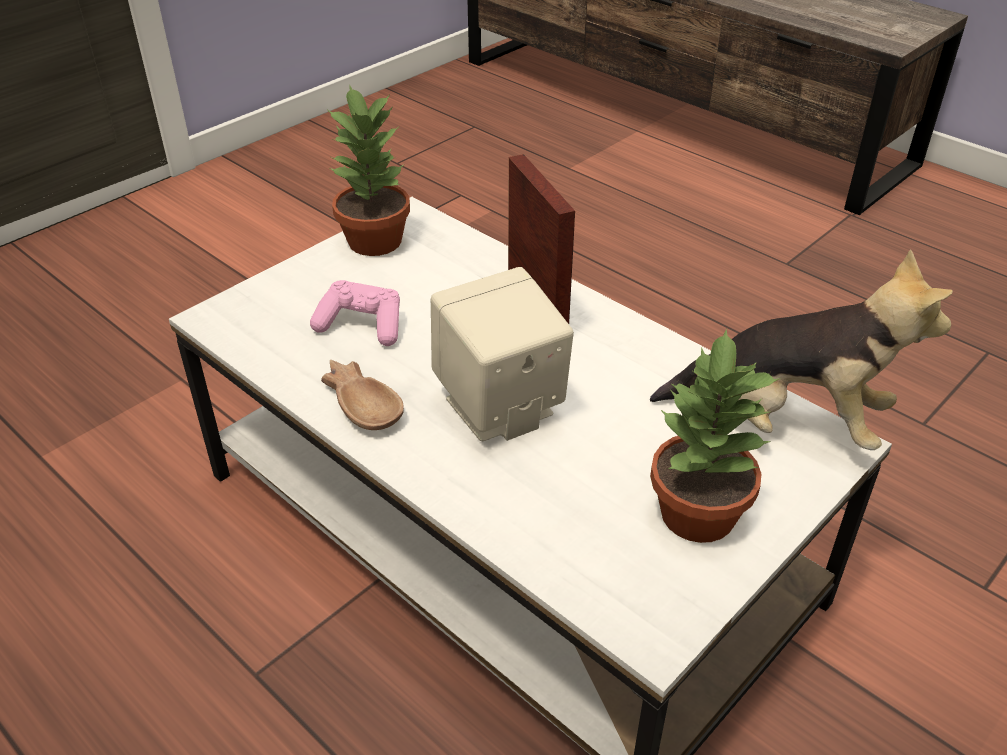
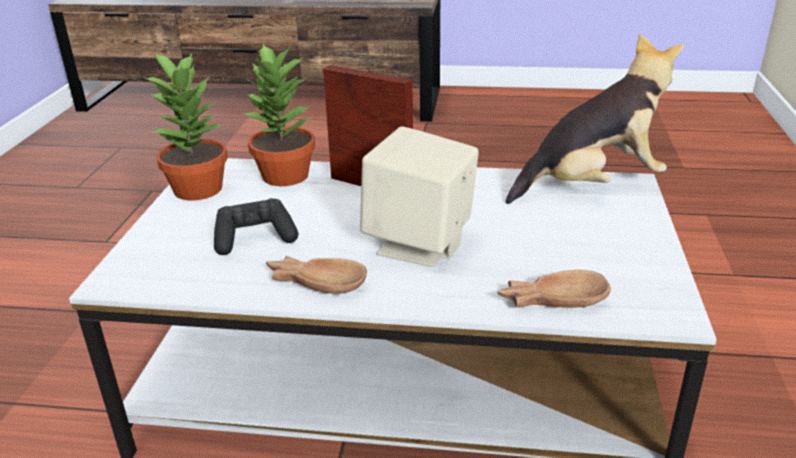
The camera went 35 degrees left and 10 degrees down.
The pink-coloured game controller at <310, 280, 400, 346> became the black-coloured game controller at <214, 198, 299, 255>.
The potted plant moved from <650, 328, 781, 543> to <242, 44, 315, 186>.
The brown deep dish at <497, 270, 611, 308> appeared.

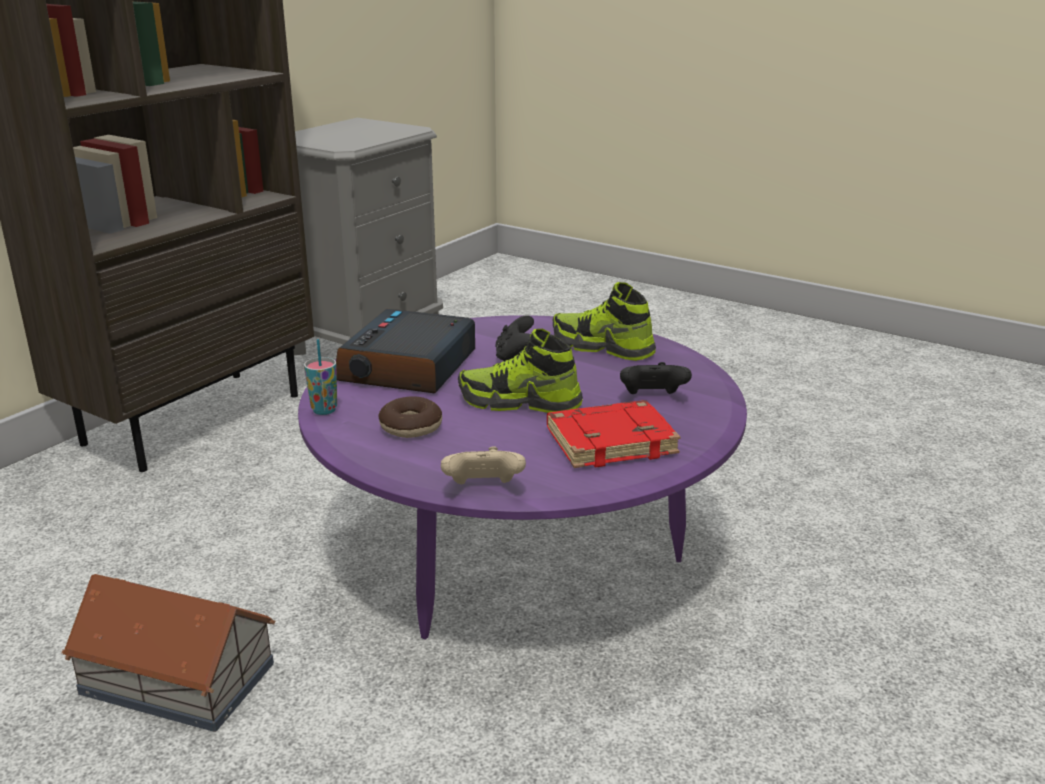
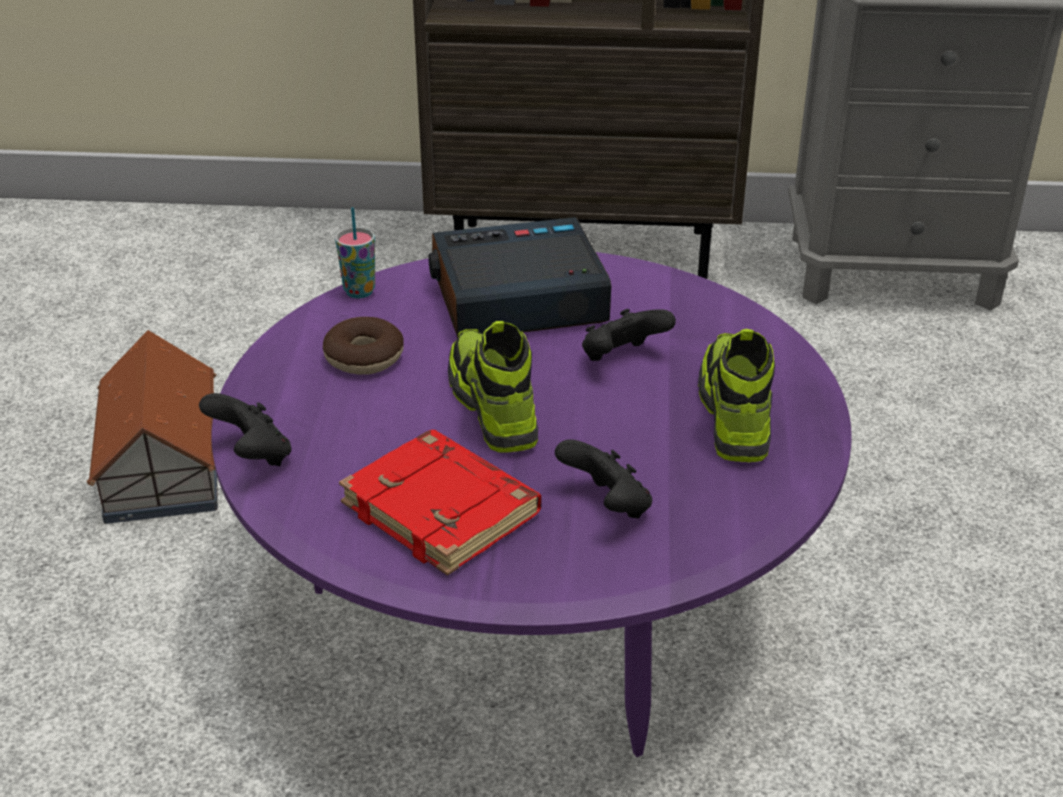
The camera went 60 degrees right and 10 degrees up.
The beige game controller at <441, 446, 526, 484> became the black-coloured game controller at <199, 393, 292, 466>.

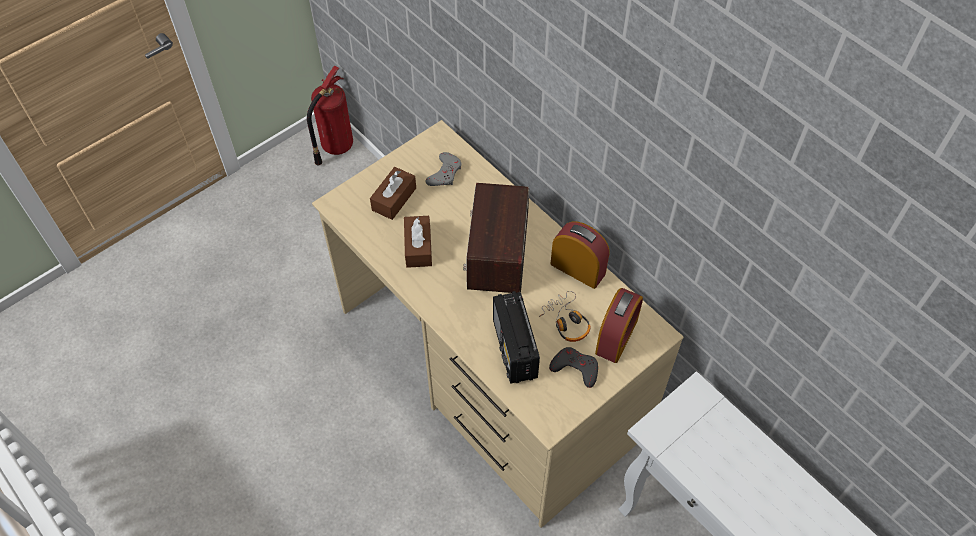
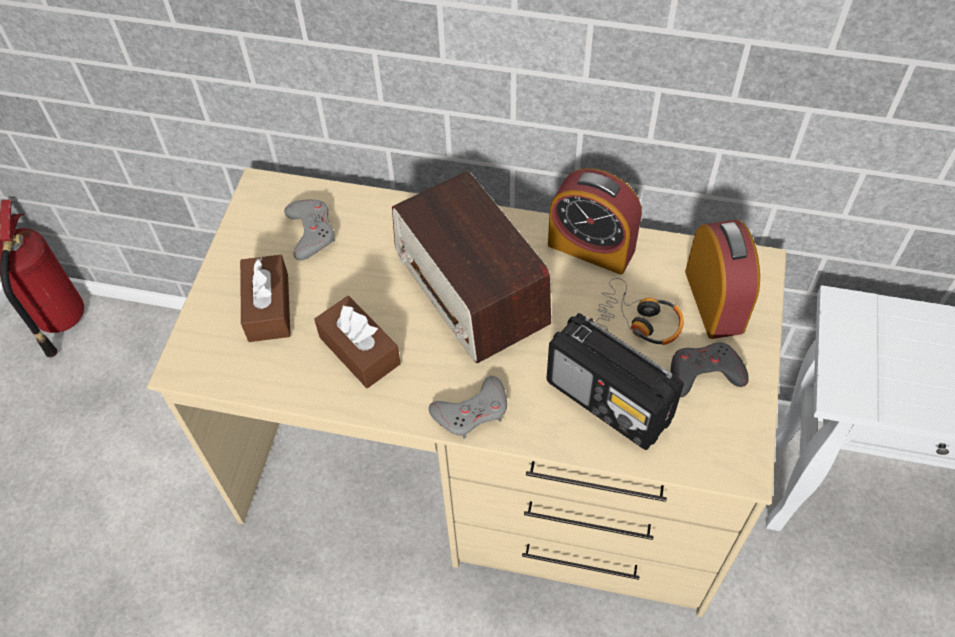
The camera went 35 degrees left and 0 degrees up.
The alarm clock at <551, 222, 609, 289> turned 150 degrees counterclockwise.
The gray game controller at <429, 376, 507, 439> appeared.

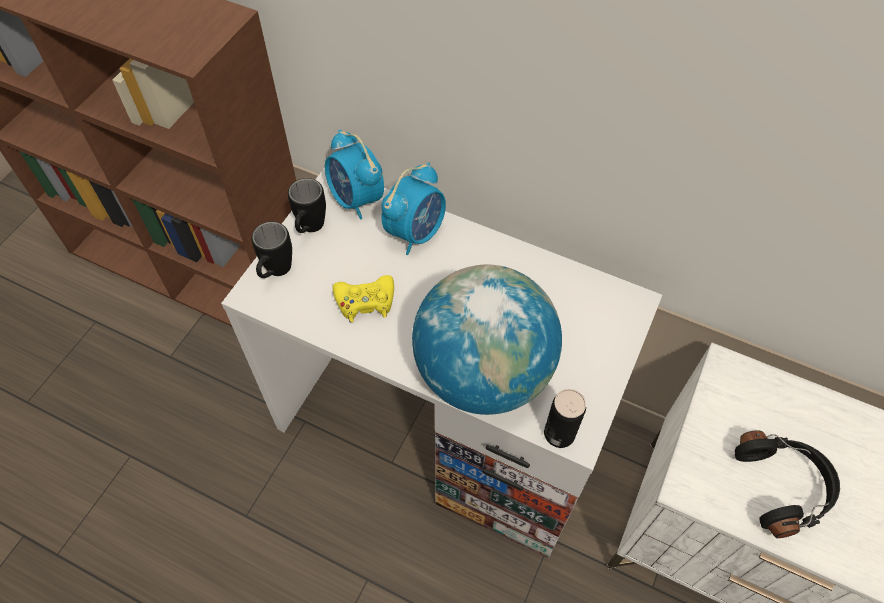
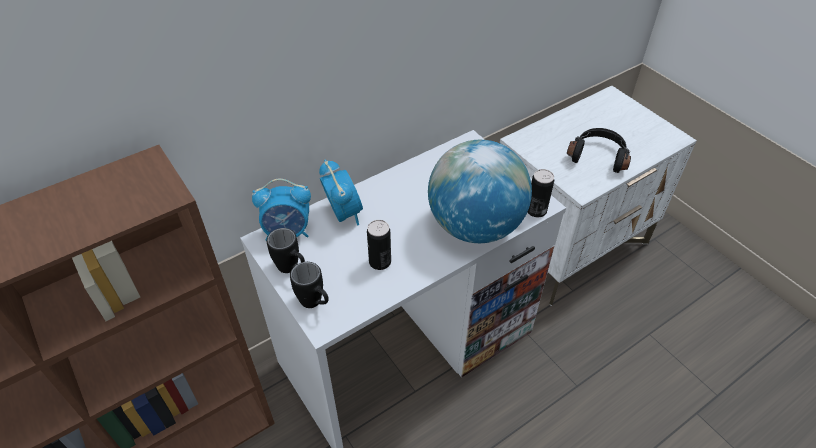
The camera went 60 degrees left and 10 degrees down.
The yellow-coloured game controller at <333, 275, 394, 322> was replaced by the metal can at <367, 220, 391, 270>.

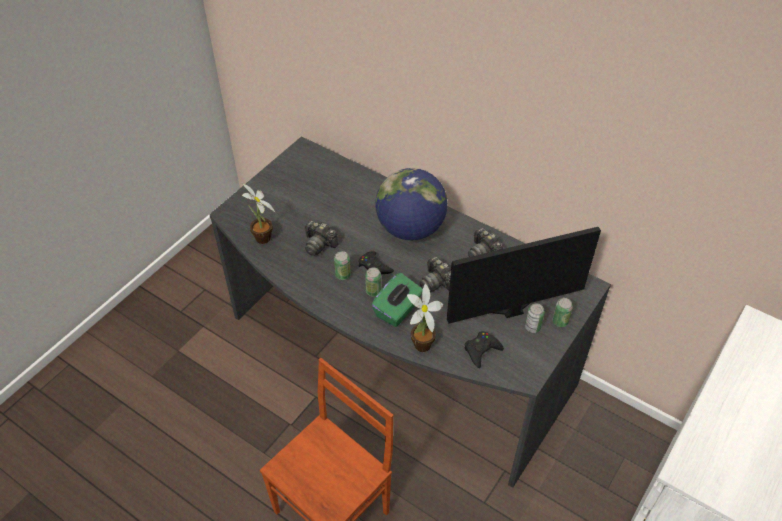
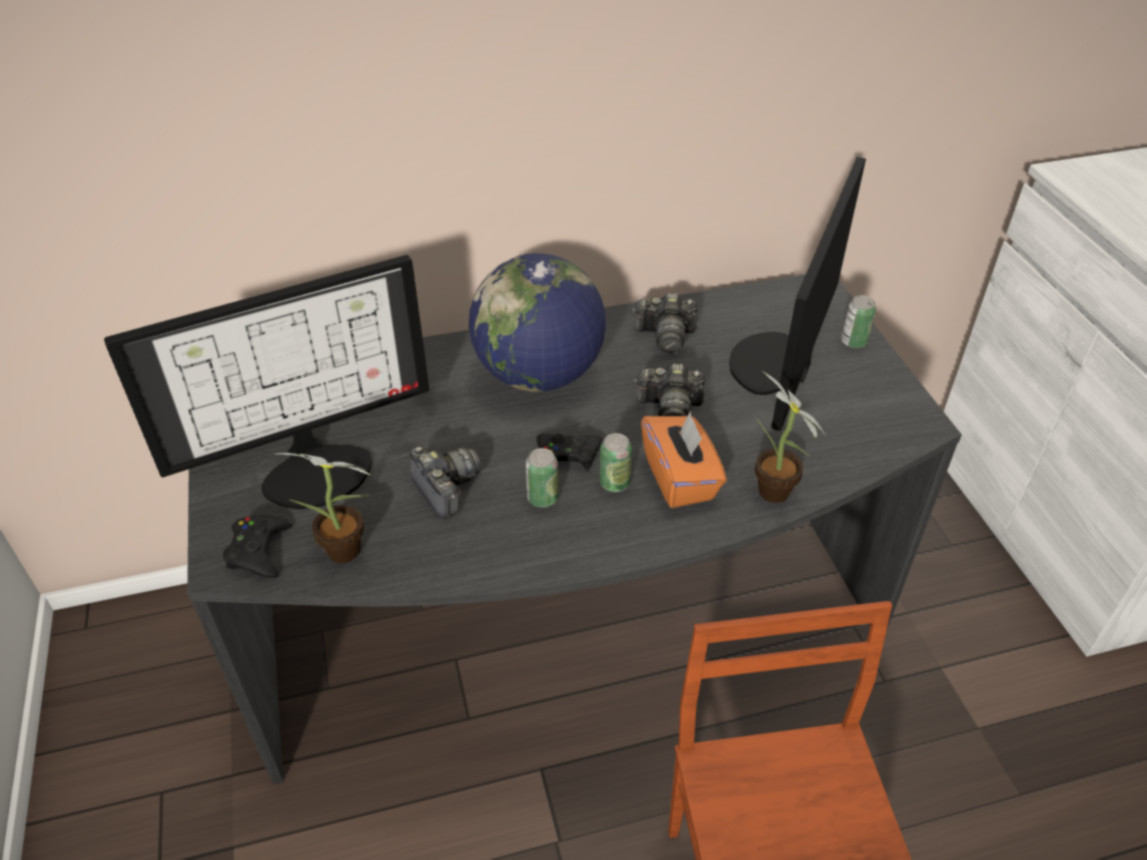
The camera went 50 degrees left and 5 degrees down.
The still camera at <305, 220, 339, 256> turned 105 degrees counterclockwise.
The green-coloured tissue box at <371, 273, 423, 327> became the orange-coloured tissue box at <641, 412, 727, 508>.
The black-coloured game controller moved from <464, 331, 504, 368> to <223, 515, 292, 578>.
The metal can at <525, 303, 545, 333> disappeared.
The computer screen at <104, 255, 429, 509> appeared.

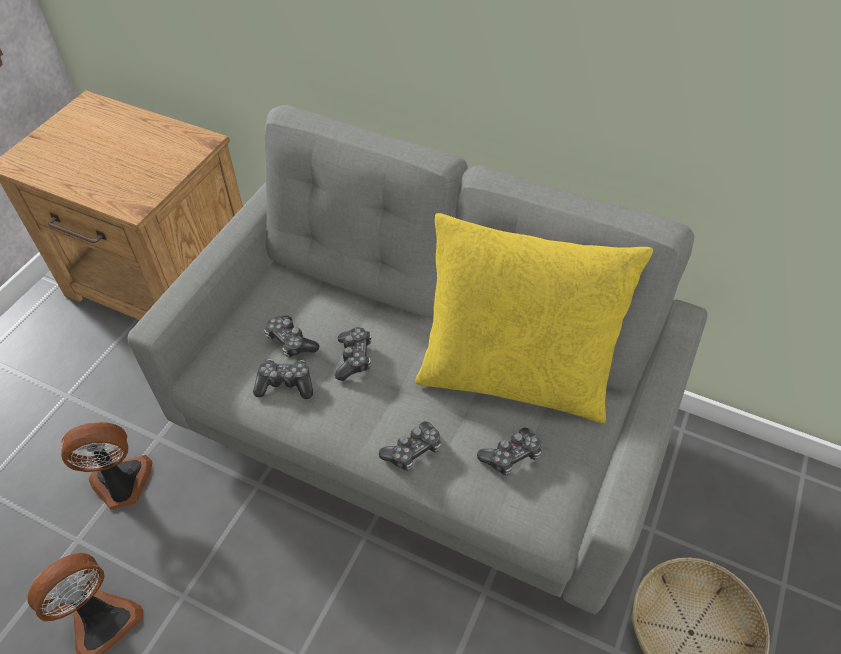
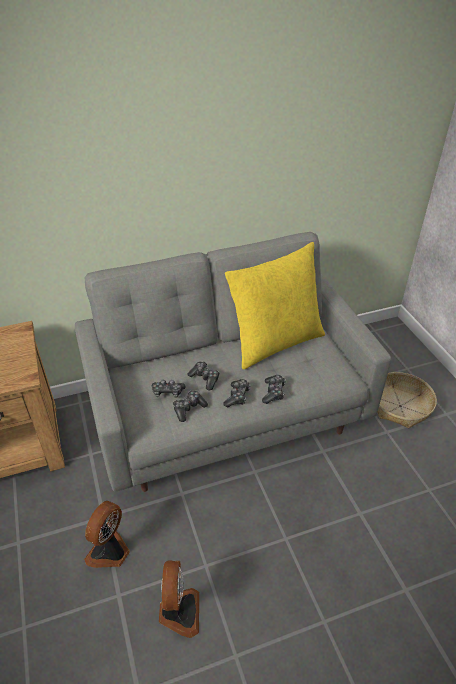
The camera went 45 degrees left and 10 degrees down.
The game controller moved from <477, 428, 541, 476> to <223, 379, 250, 407>.

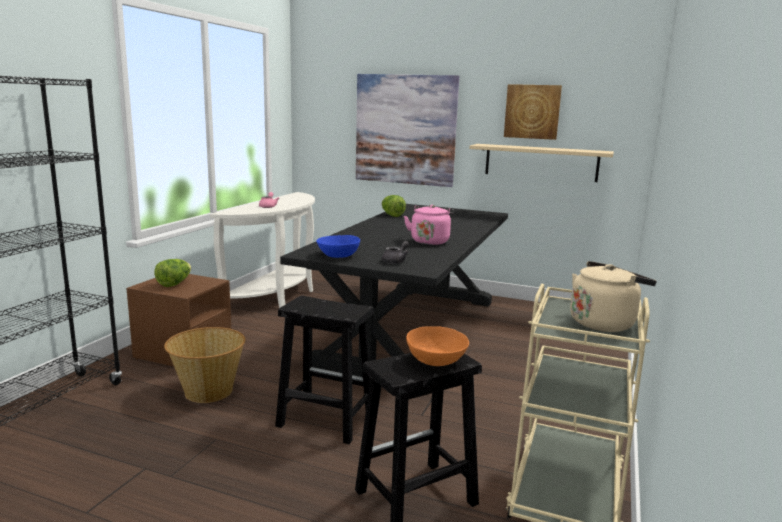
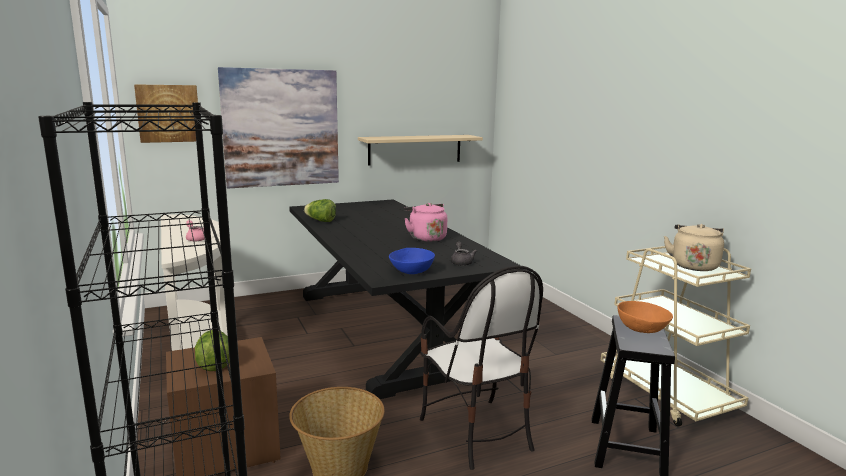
The camera went 45 degrees left and 0 degrees up.
The black-coloured stool seat at <275, 295, 374, 444> was replaced by the upright chair at <420, 266, 543, 470>.
The picture moved from <504, 84, 562, 140> to <134, 84, 198, 143>.

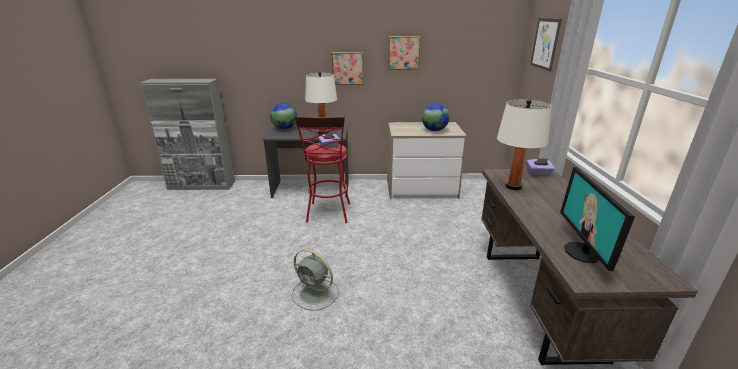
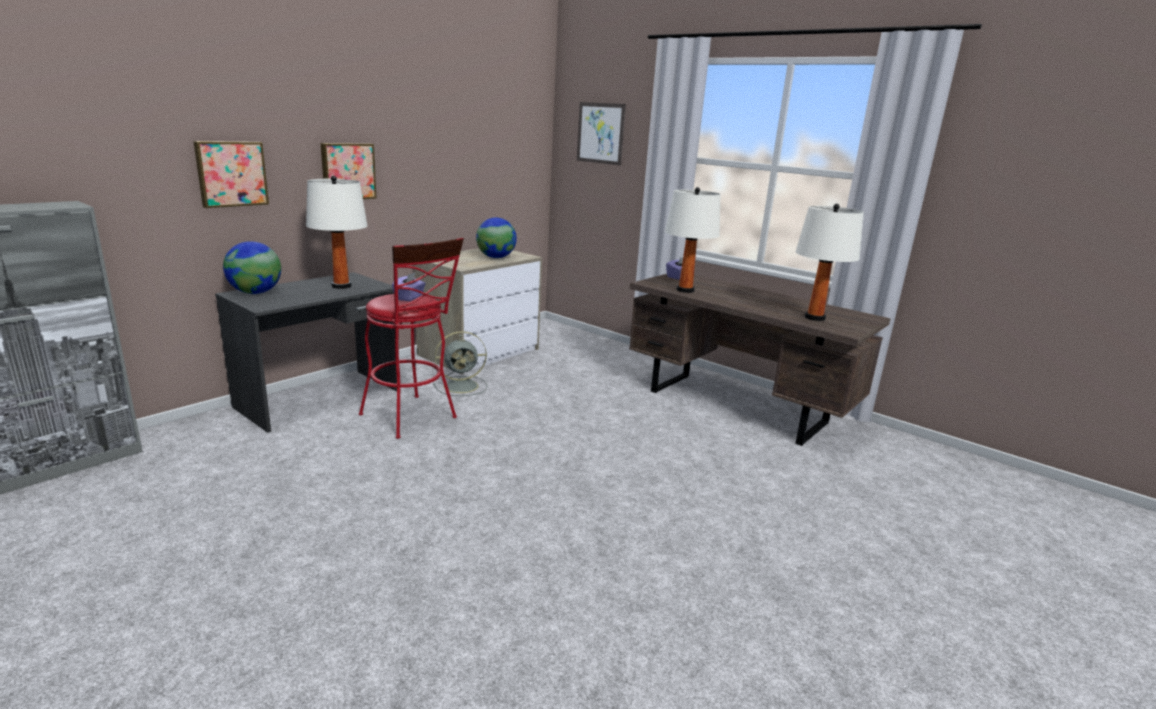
The camera went 50 degrees left and 5 degrees down.
The gray electric fan moved from <292, 249, 339, 311> to <433, 331, 487, 396>.
The picture moved from <388, 36, 421, 70> to <193, 141, 269, 208>.
The computer screen at <560, 167, 635, 271> was replaced by the whitish lamp for a table at <796, 204, 864, 321>.

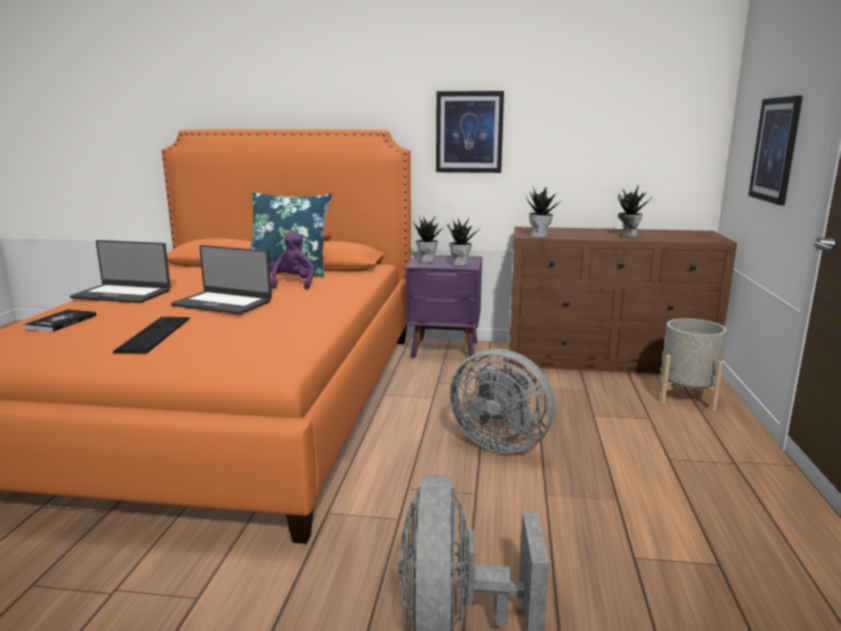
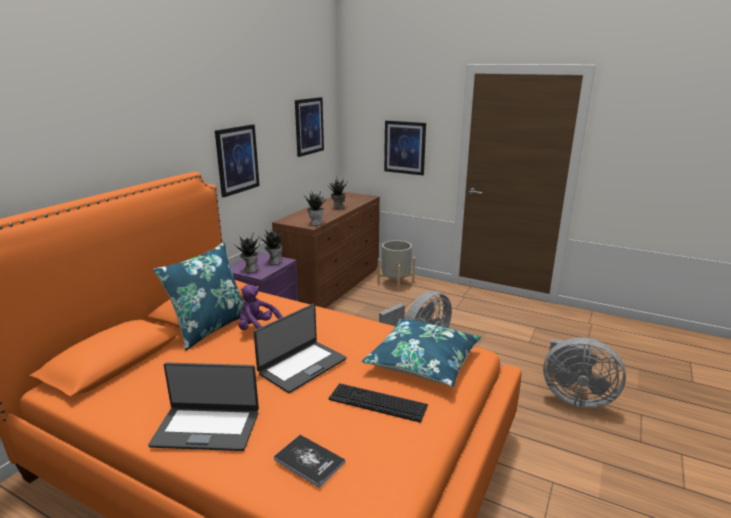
The camera went 70 degrees left and 5 degrees up.
The portable computer at <70, 240, 171, 303> turned 60 degrees clockwise.
The picture at <295, 97, 324, 157> appeared.
The blue-coloured cushion at <362, 319, 481, 387> appeared.

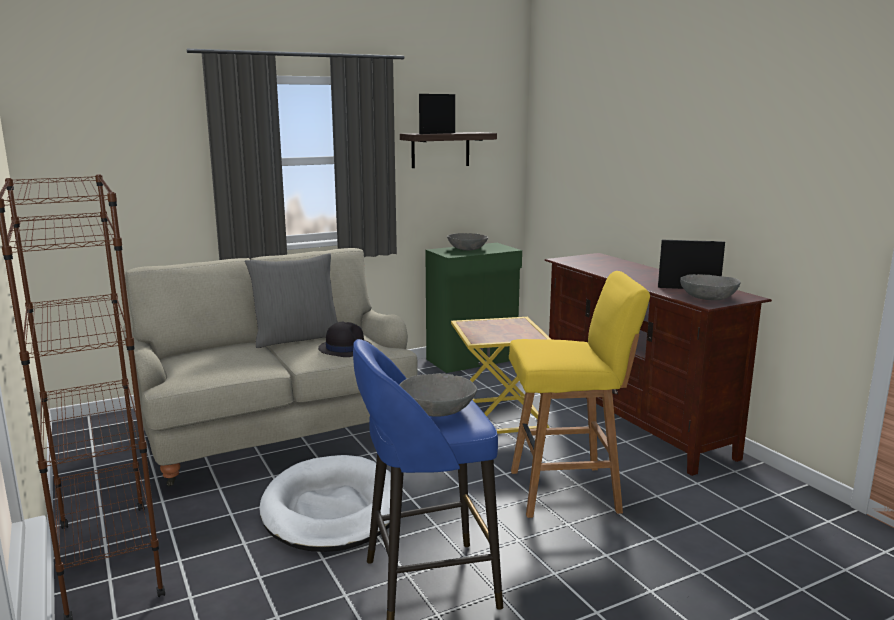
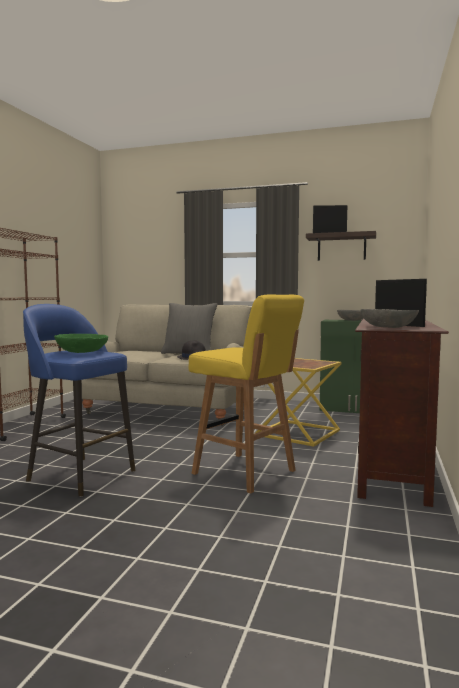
The camera went 45 degrees right and 10 degrees down.
The whitish dog bed at <259, 455, 402, 552> disappeared.
The gray deep dish at <399, 373, 477, 417> became the green-coloured deep dish at <54, 334, 108, 353>.

